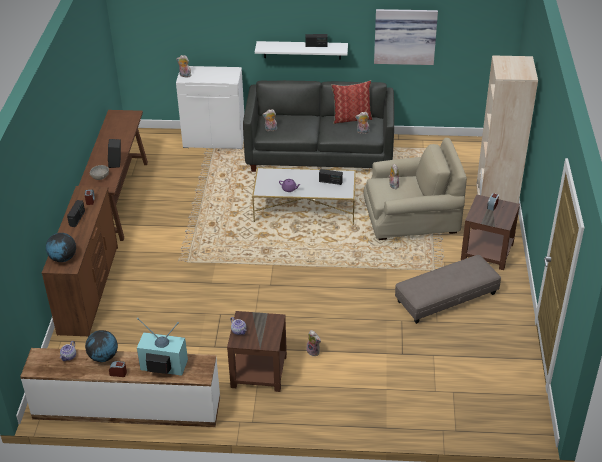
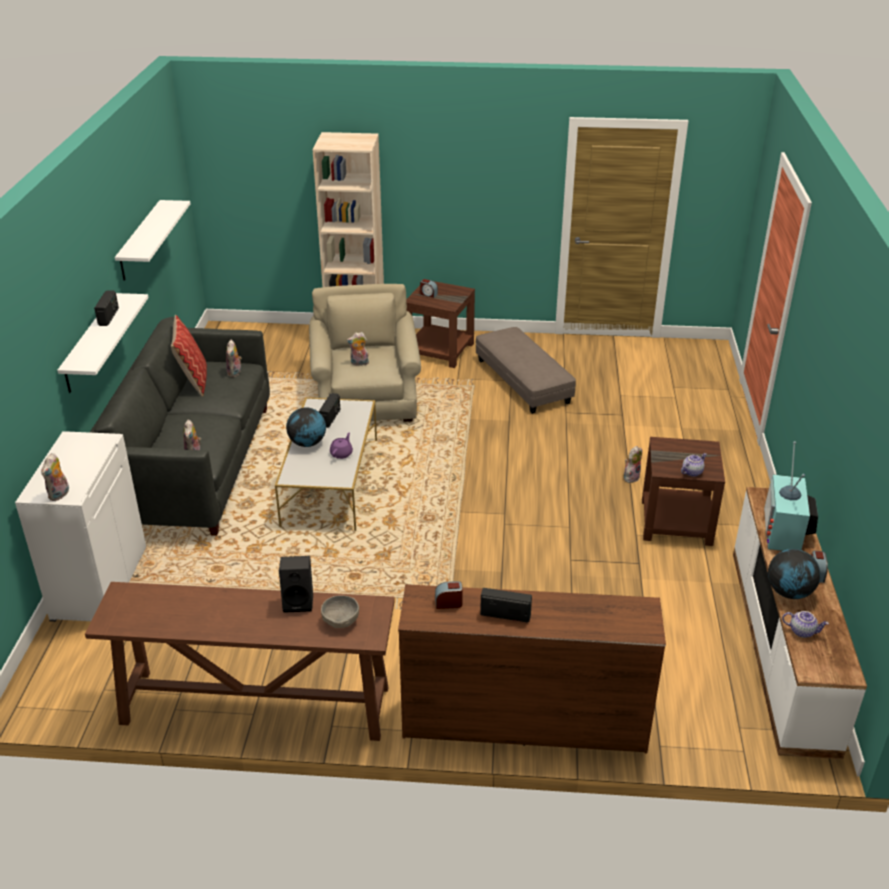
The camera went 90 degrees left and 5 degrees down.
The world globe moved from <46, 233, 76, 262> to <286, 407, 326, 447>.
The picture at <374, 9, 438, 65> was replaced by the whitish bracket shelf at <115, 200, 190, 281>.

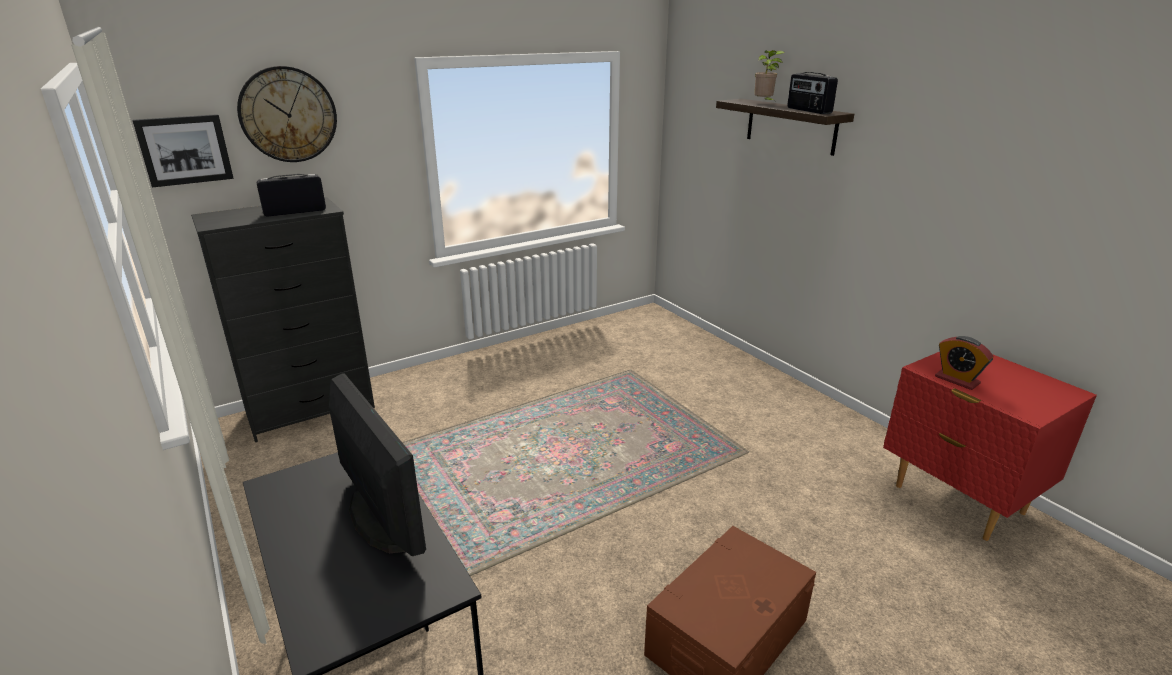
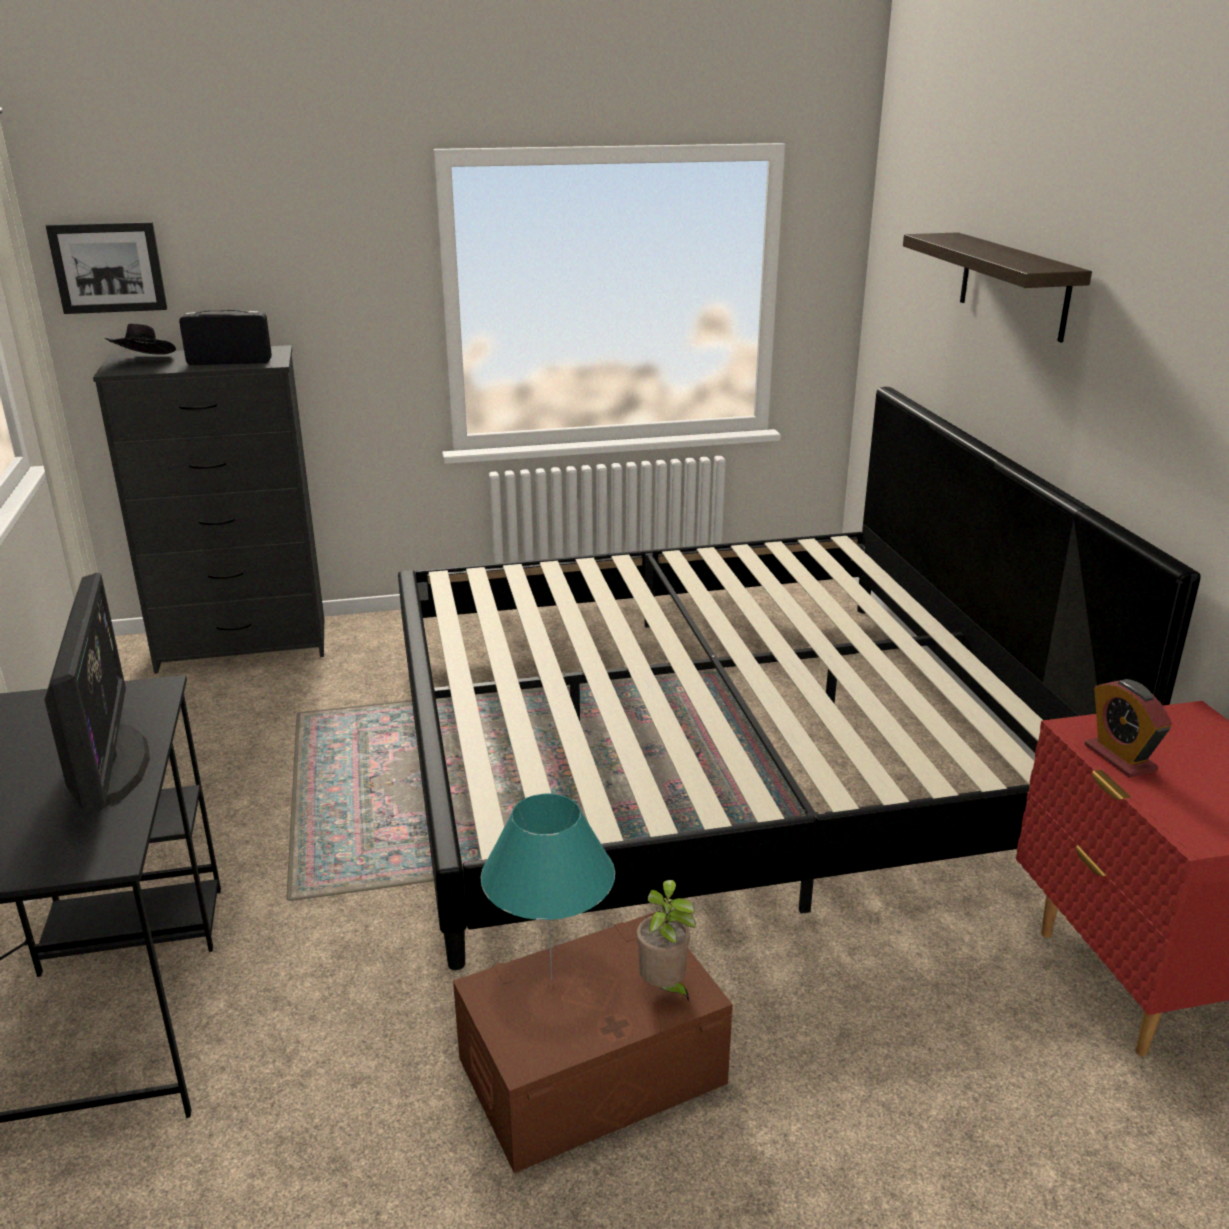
The camera went 20 degrees right and 0 degrees up.
The hanging clock at <237, 66, 337, 162> disappeared.
The potted plant moved from <754, 50, 785, 100> to <637, 880, 696, 1002>.
The radio at <787, 72, 838, 114> disappeared.
The black-coloured hat at <105, 323, 176, 355> appeared.
The bedroom bed at <398, 387, 1200, 970> appeared.
The turquoise lamp for a table at <481, 794, 615, 980> appeared.

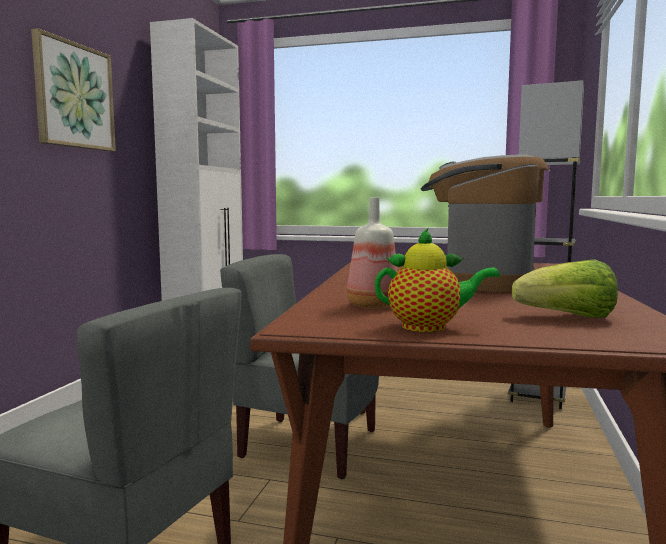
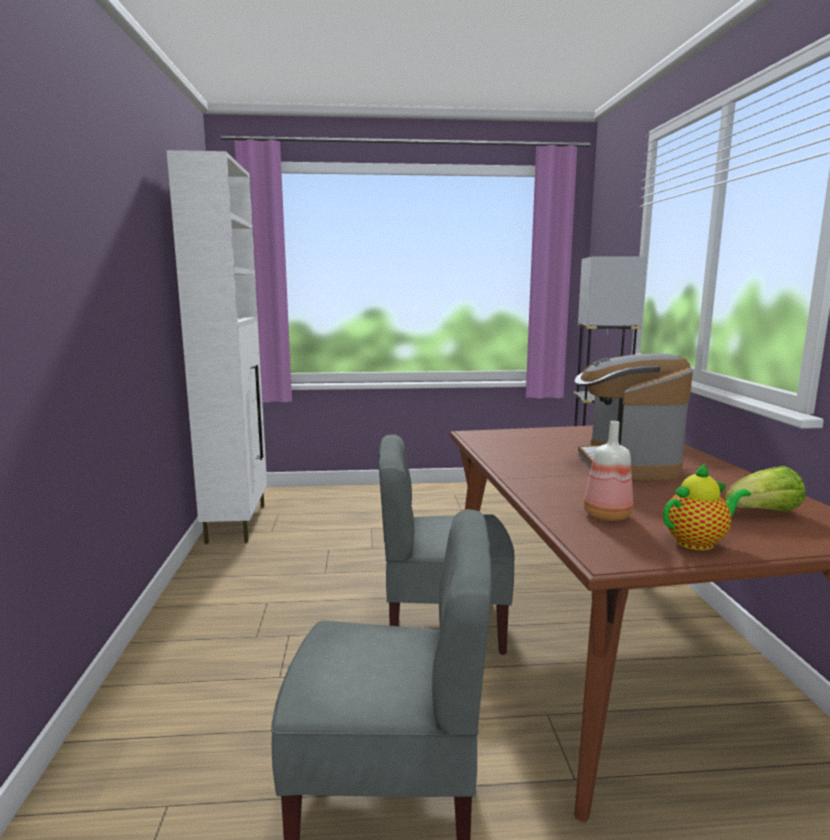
The camera went 20 degrees left and 5 degrees up.
The picture at <31, 28, 116, 152> disappeared.

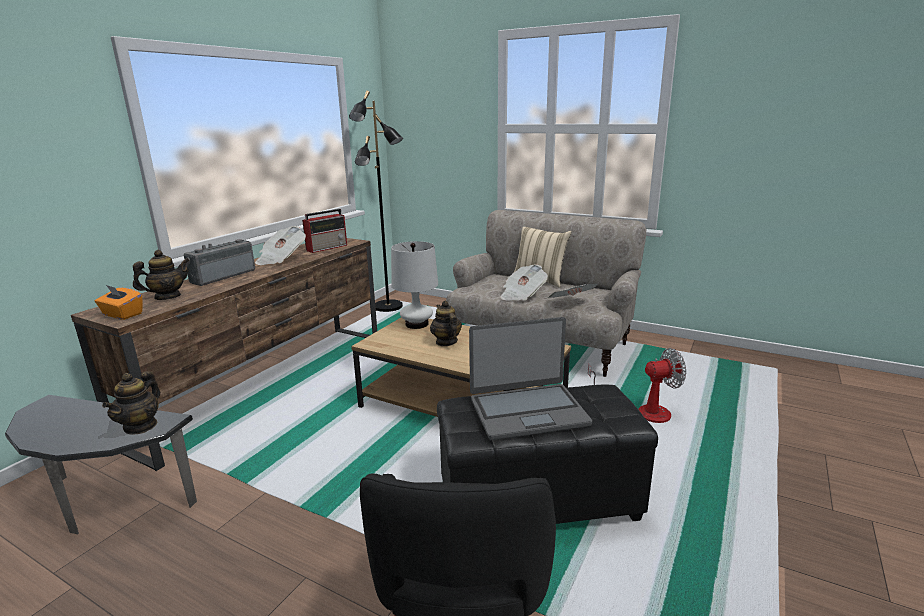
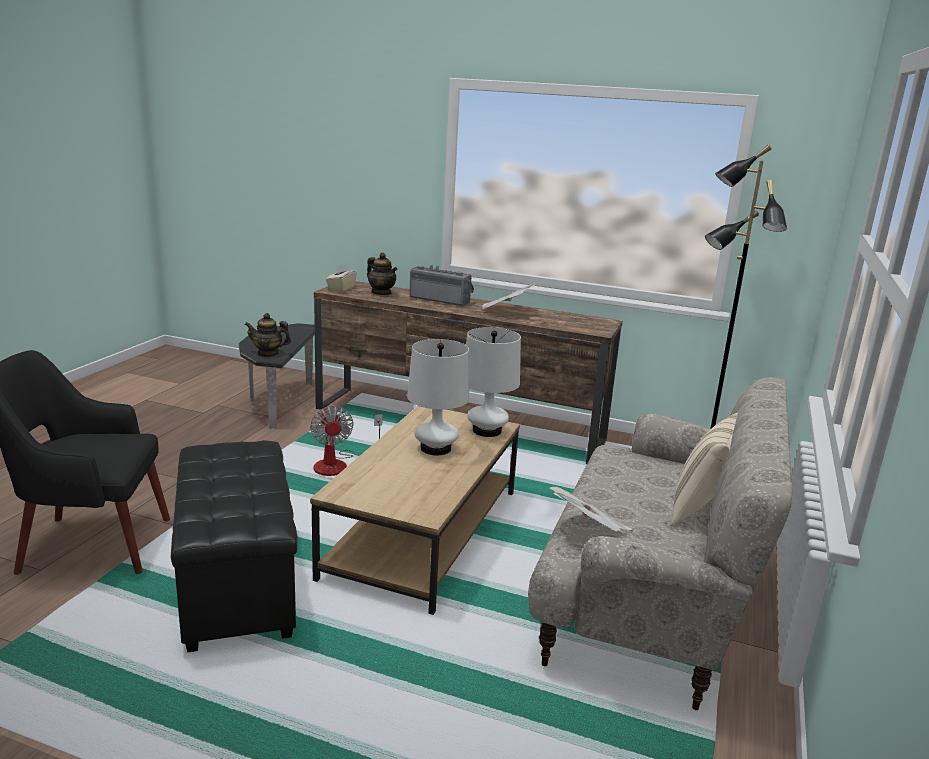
The camera went 80 degrees right and 0 degrees up.
The orange-coloured tissue box at <95, 284, 143, 320> became the beige tissue box at <326, 264, 357, 292>.
The radio at <302, 209, 347, 253> disappeared.
The tea pot at <430, 301, 462, 346> was replaced by the whitish lamp for a table at <407, 339, 469, 455>.
The portable computer at <469, 317, 592, 440> disappeared.
The daily paper at <500, 264, 548, 301> disappeared.
The electric fan moved from <588, 348, 686, 423> to <310, 406, 383, 476>.

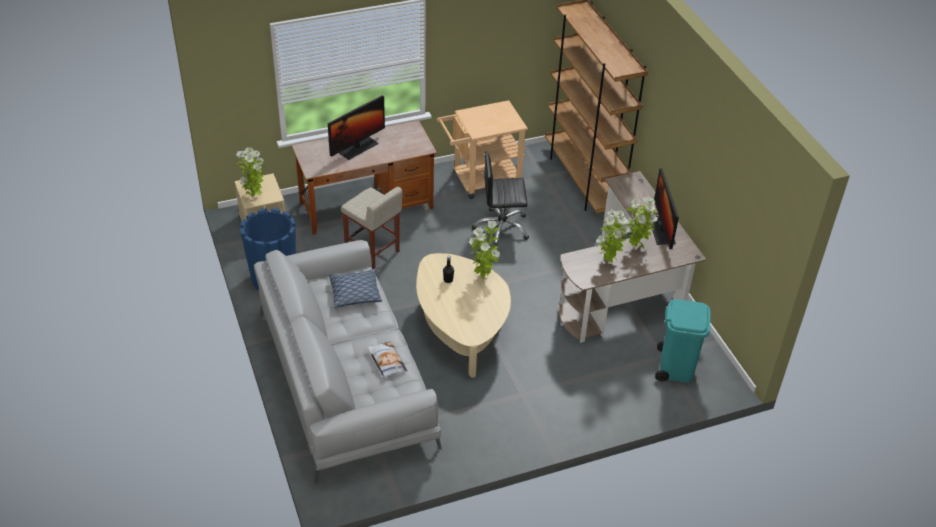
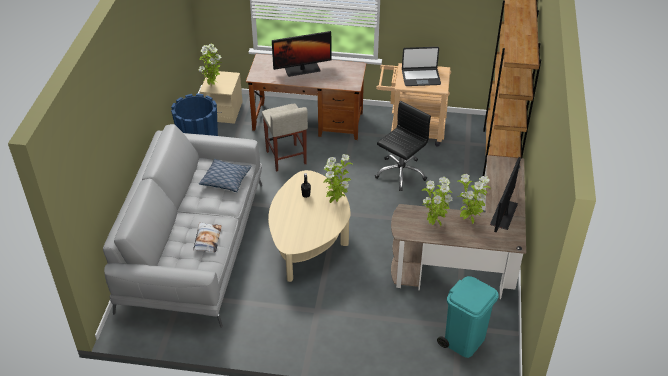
The camera went 30 degrees right and 0 degrees up.
The black-coloured desk chair at <472, 151, 529, 246> turned 105 degrees clockwise.
The portable computer at <402, 47, 441, 86> appeared.

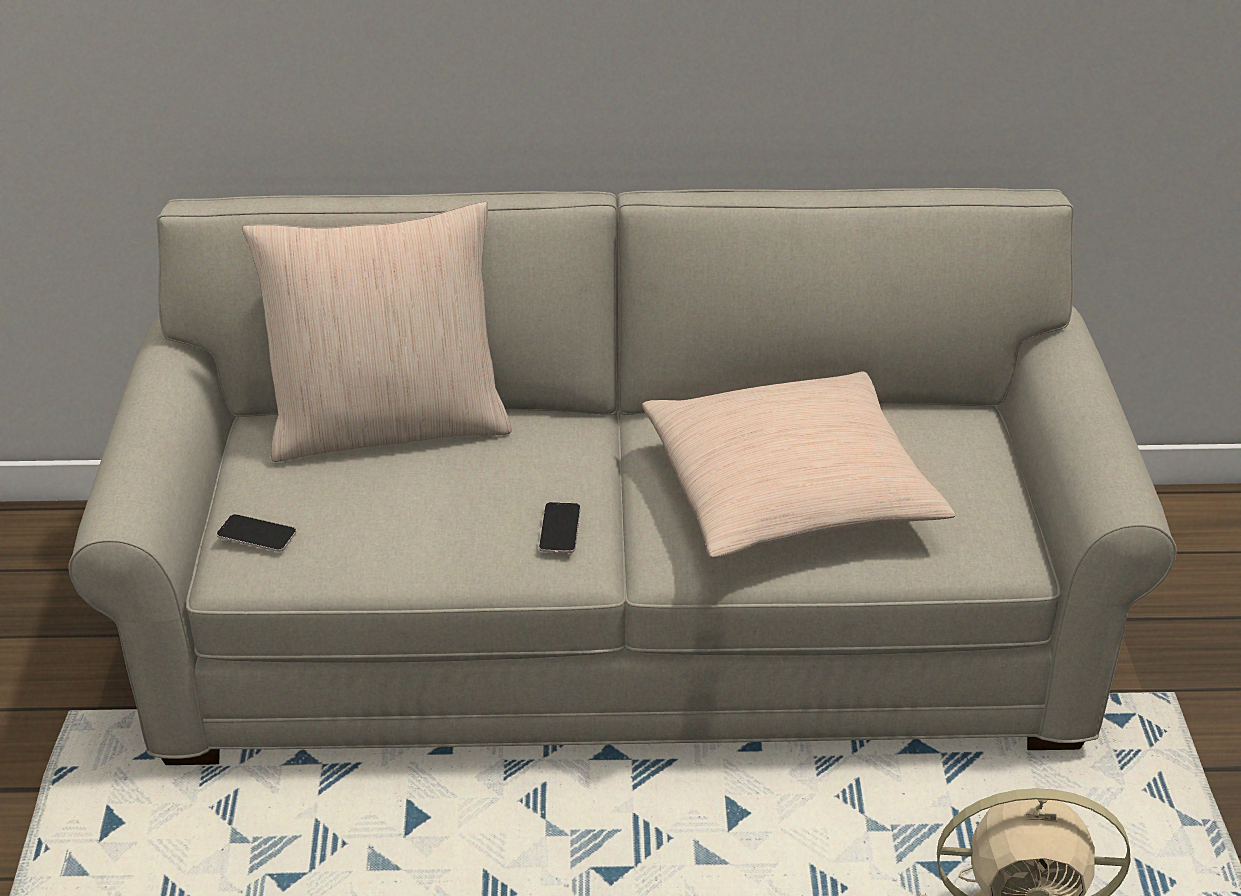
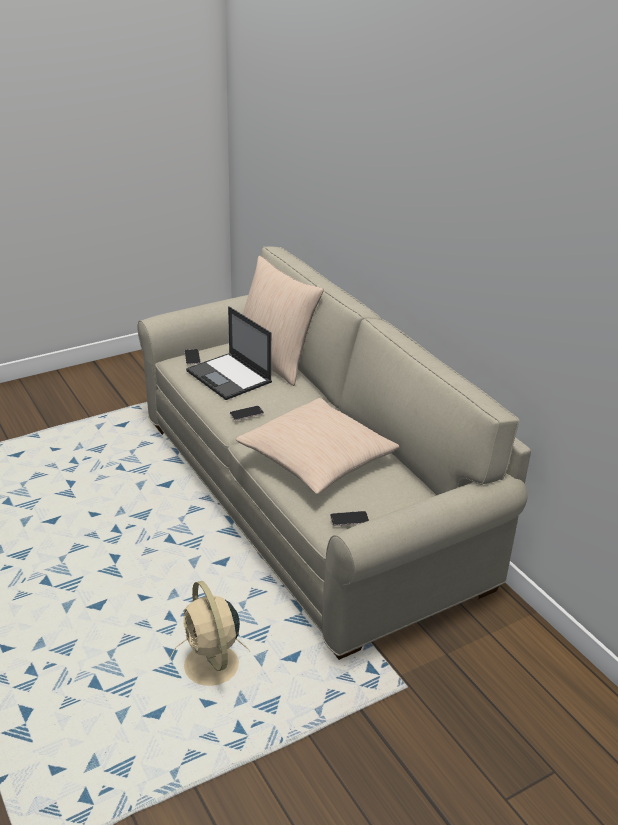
The camera went 60 degrees right and 5 degrees down.
The portable computer at <186, 306, 272, 400> appeared.
The telephone at <330, 511, 369, 526> appeared.

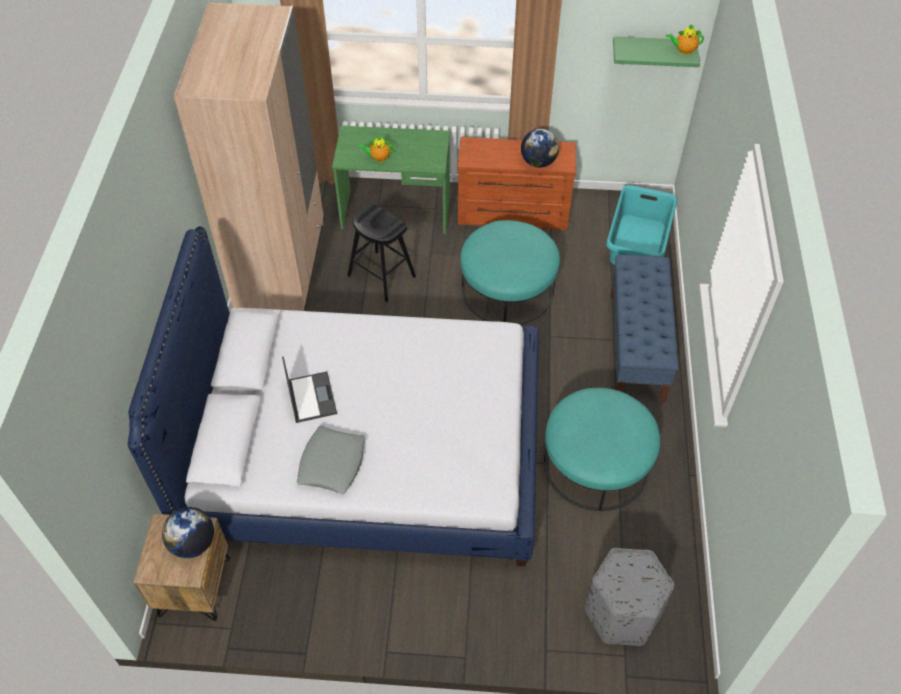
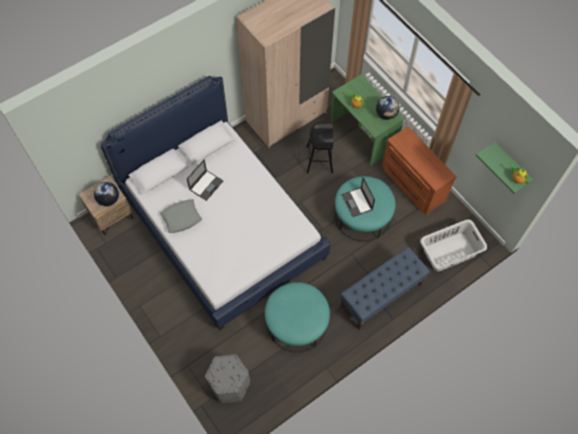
The camera went 50 degrees right and 10 degrees up.
The world globe moved from <521, 129, 559, 168> to <376, 96, 400, 120>.
The turquoise washing basket at <606, 185, 677, 265> became the gray washing basket at <420, 220, 487, 272>.
The portable computer at <342, 177, 375, 217> appeared.

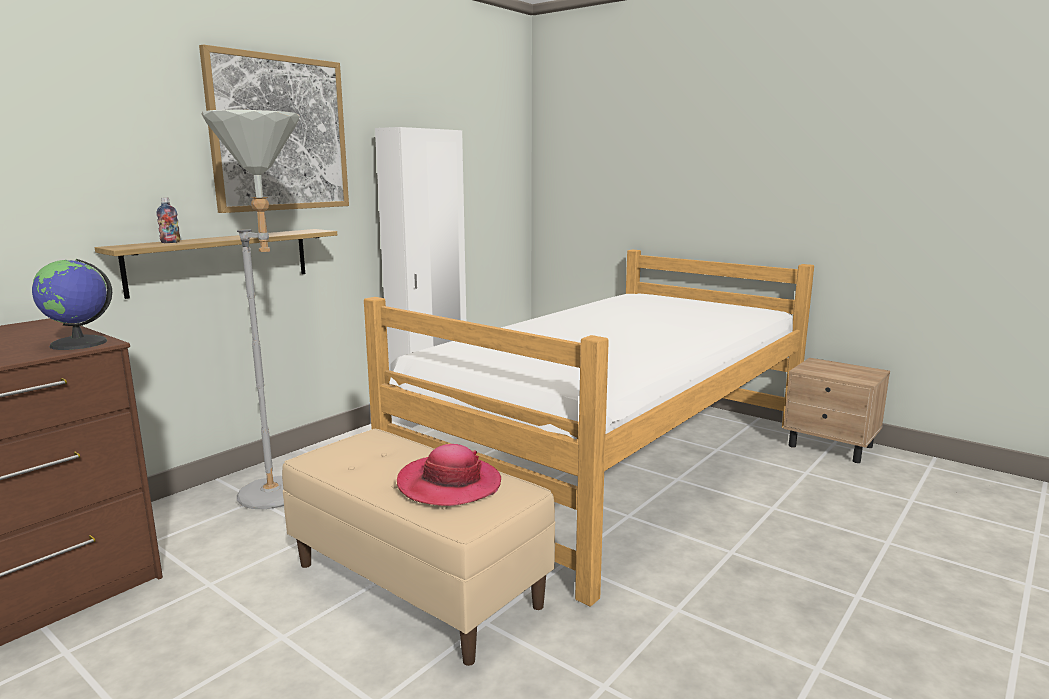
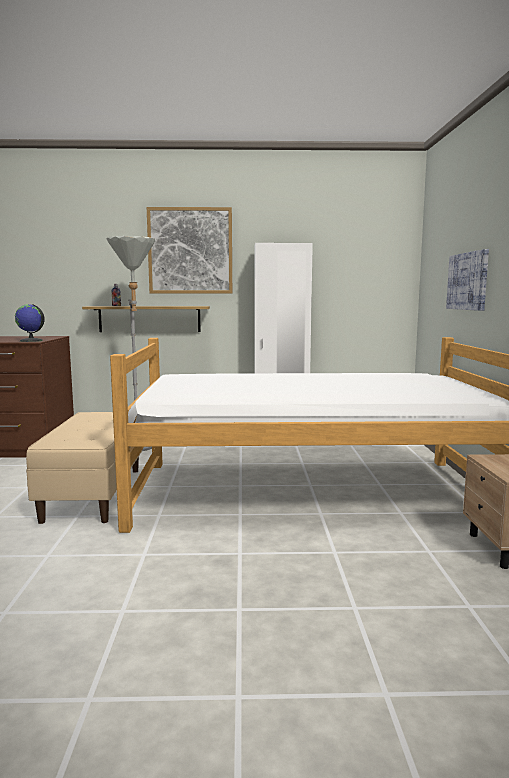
The camera went 50 degrees right and 5 degrees down.
The hat at <397, 444, 501, 506> disappeared.
The picture at <446, 249, 489, 311> appeared.

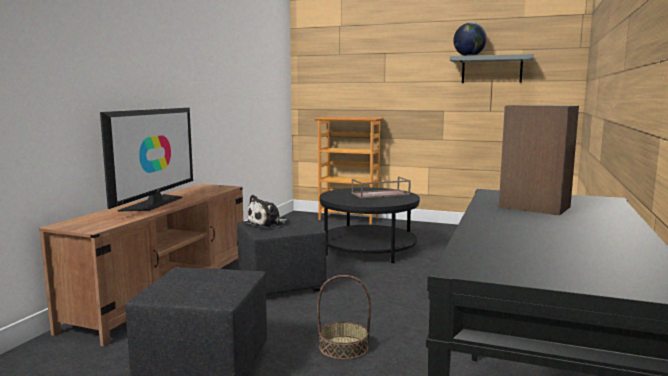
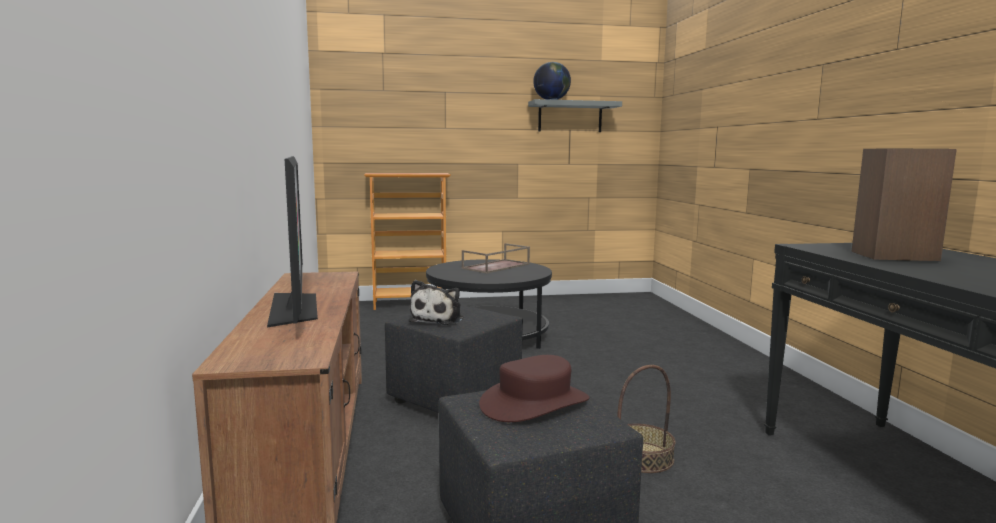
The camera went 30 degrees left and 0 degrees up.
The brown hat at <479, 355, 590, 422> appeared.

